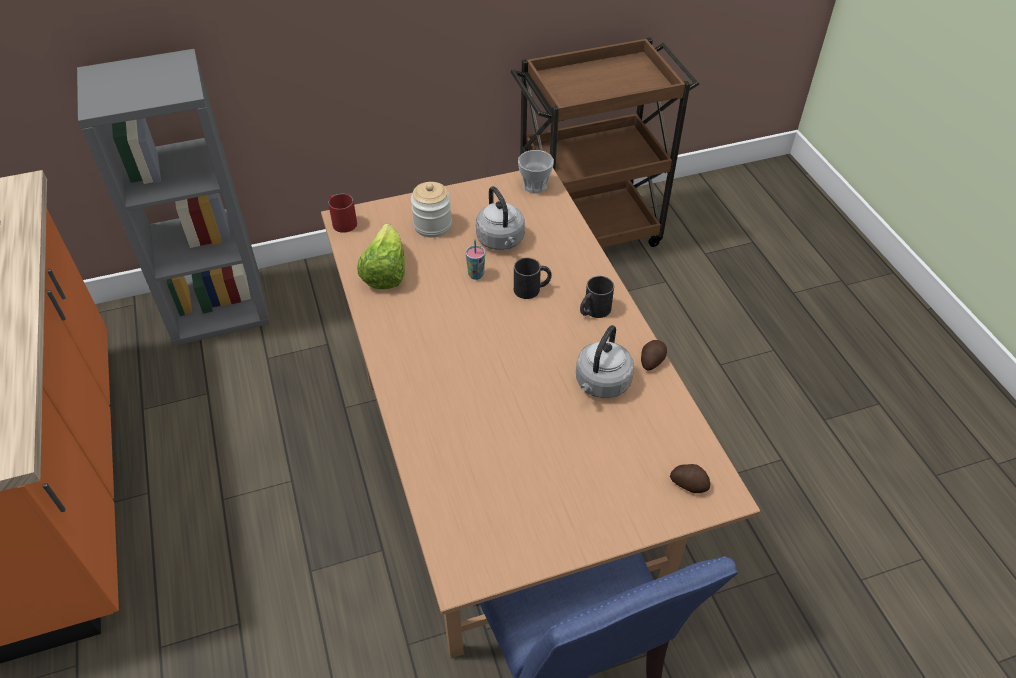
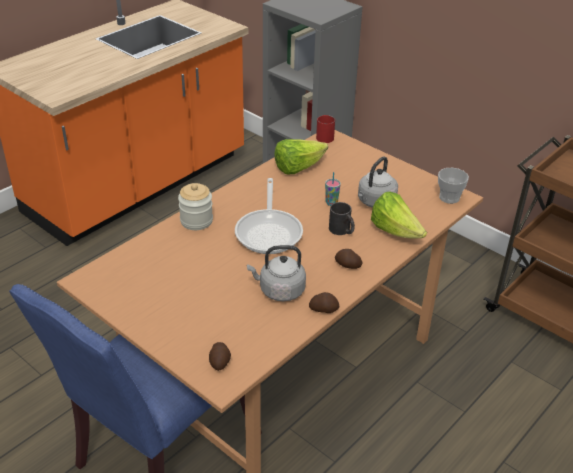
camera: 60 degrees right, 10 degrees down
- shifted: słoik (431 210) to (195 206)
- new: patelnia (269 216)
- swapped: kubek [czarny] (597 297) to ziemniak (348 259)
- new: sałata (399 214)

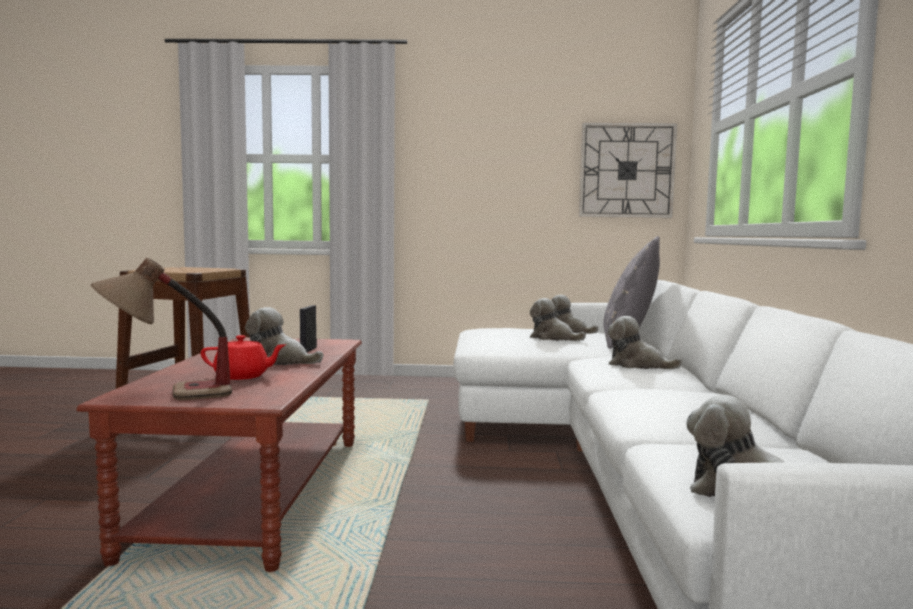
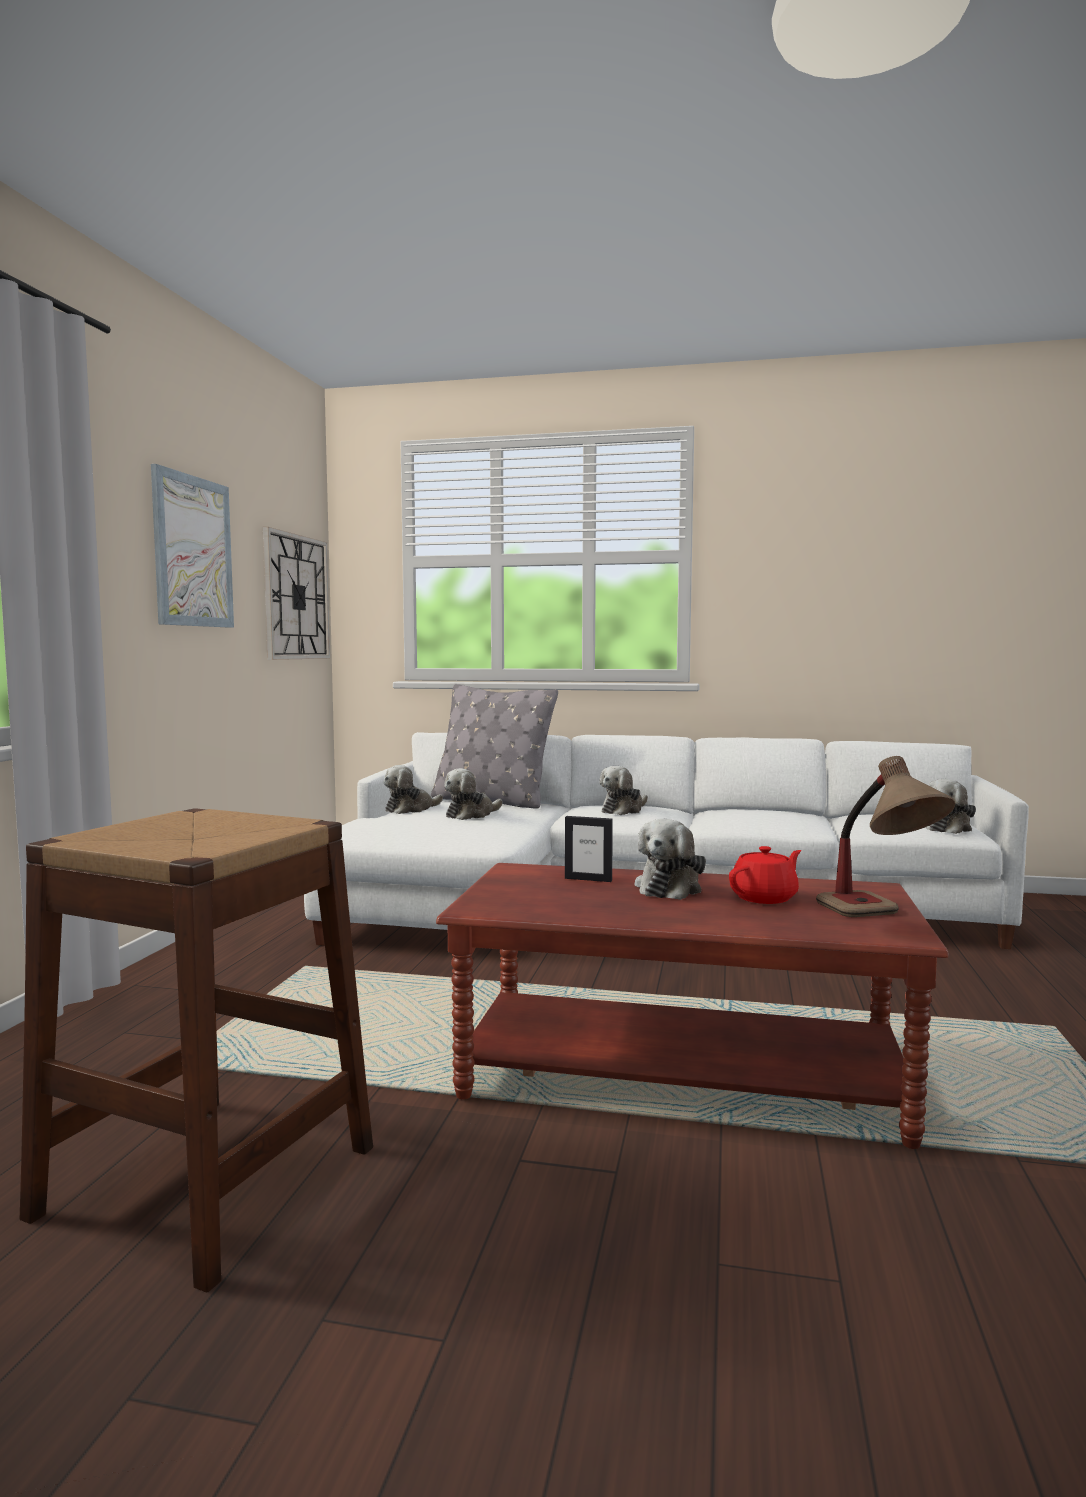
camera: 80 degrees left, 0 degrees up
- new: obraz (192 546)
- rotated: imbryk [czerwony] (243 357) = (765 875) 45 degrees clockwise

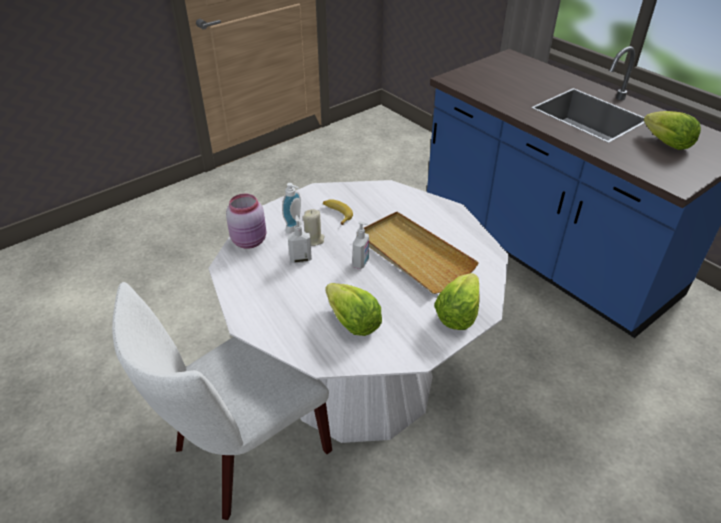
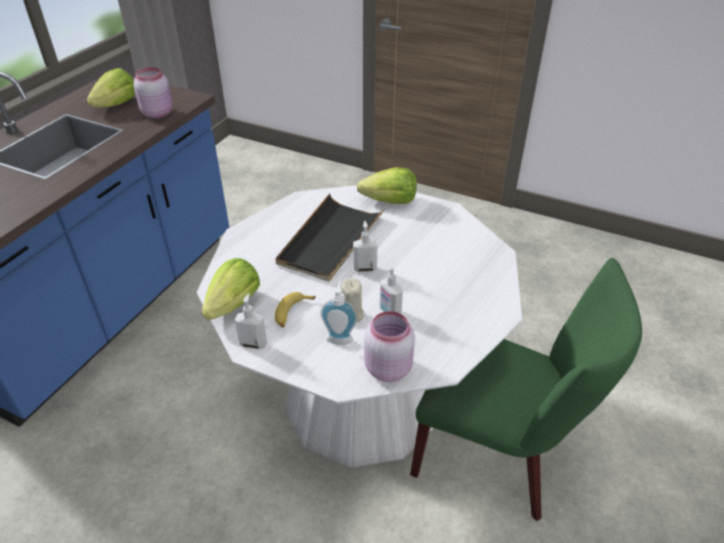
camera: 115 degrees left, 0 degrees up
- new: słoik [różowy] (153 92)
- shifted: sałata (353 309) to (231 289)
- new: dozownik mydła (251 321)
- repainted: taca [beżowy] (421 253) to taca [czarny] (330 238)
- repainted: krzesło [biały] (222 401) to krzesło [zielony] (526 389)

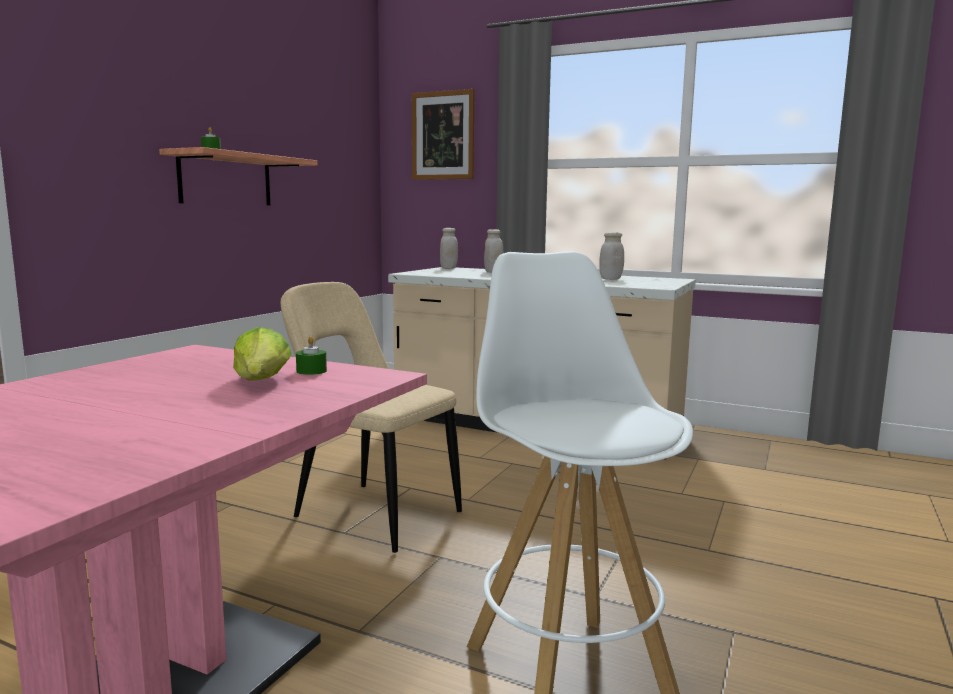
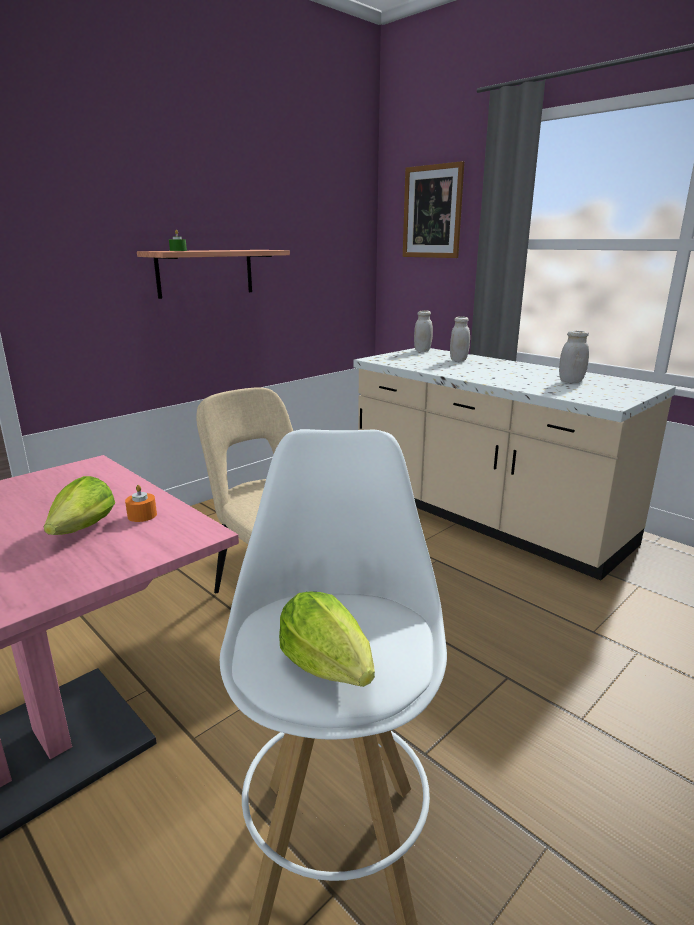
camera: 20 degrees right, 10 degrees up
- repainted: świeca [zielony] (311 355) to świeca [pomarańczowy] (141 503)
- new: sałata (327 639)

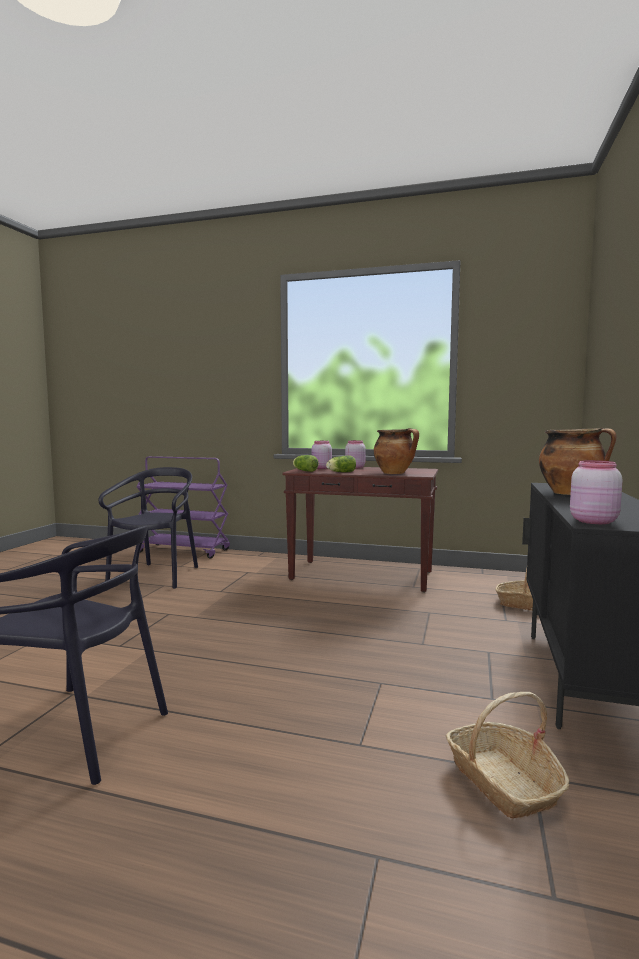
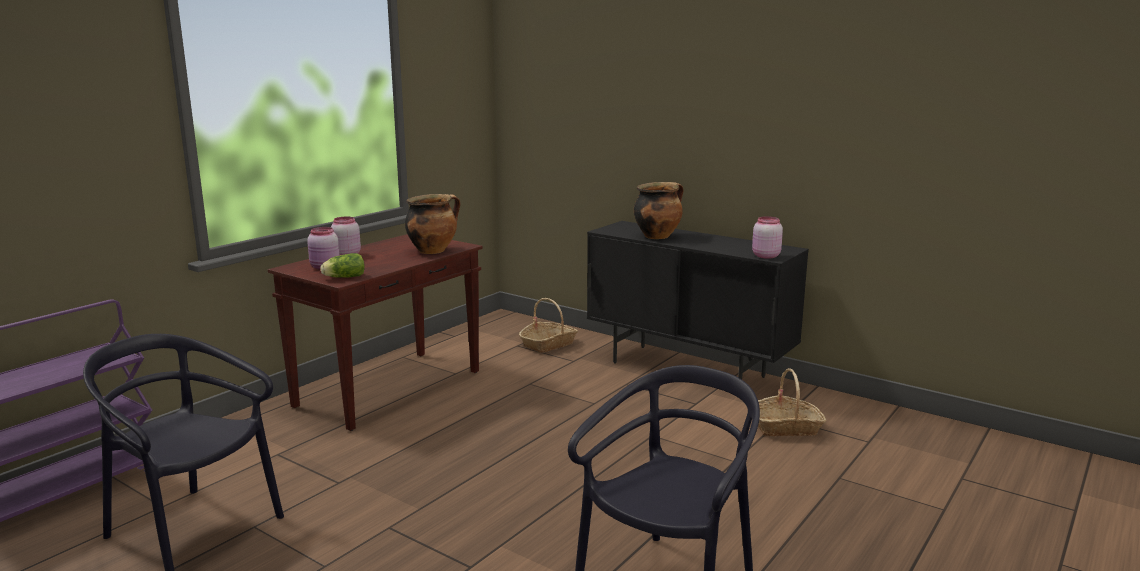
camera: 70 degrees left, 10 degrees up
- gone: sałata (341 464)

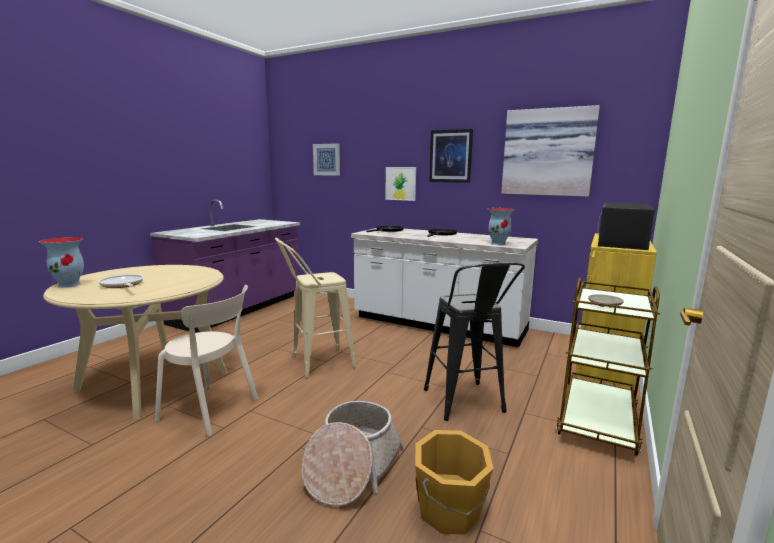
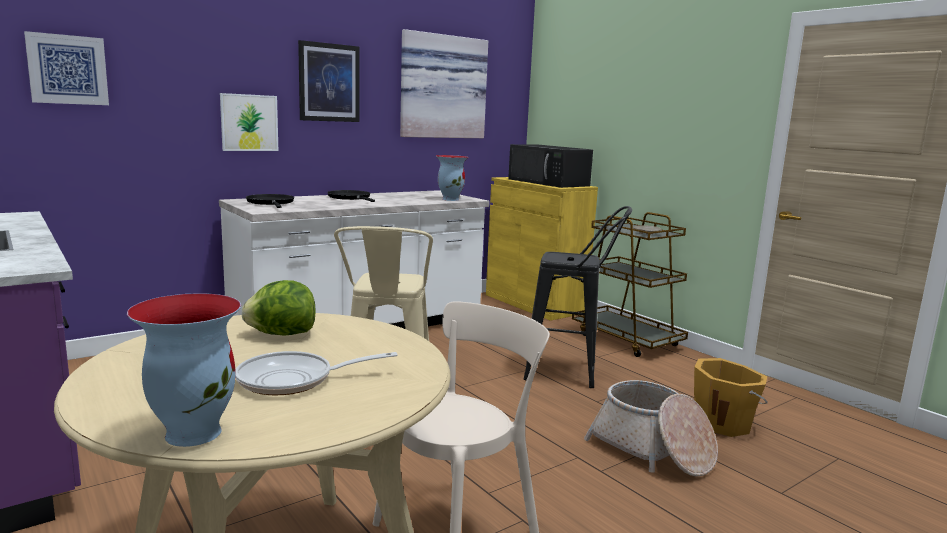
camera: 65 degrees left, 0 degrees up
- new: sałata (278 308)

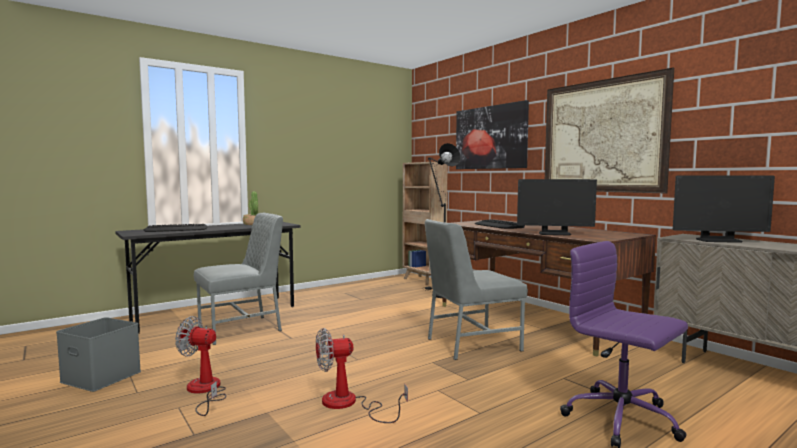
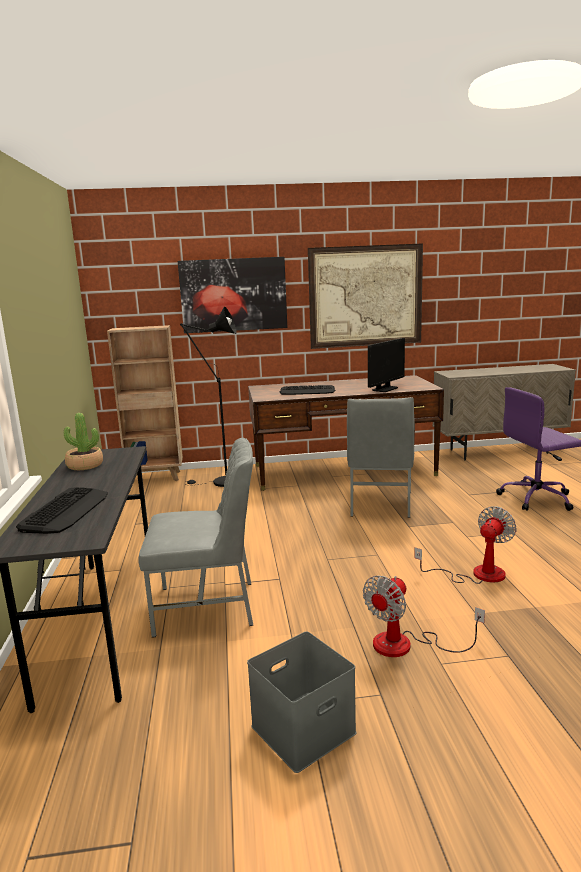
camera: 60 degrees left, 10 degrees up
- rotated: krzesło [szary] (238 279) = (195 538) 90 degrees clockwise
- rotated: wentylator (362 375) = (465 545) 150 degrees counterclockwise
- gone: monitor (724 209)

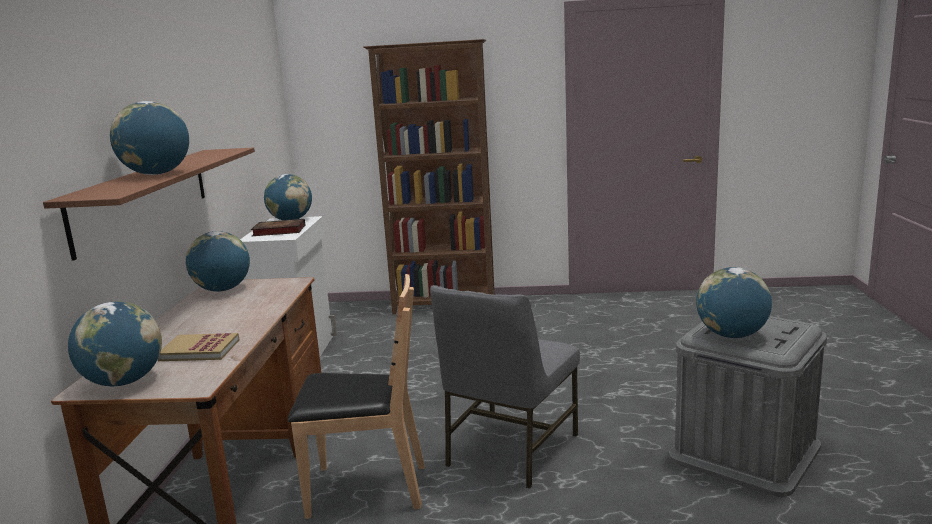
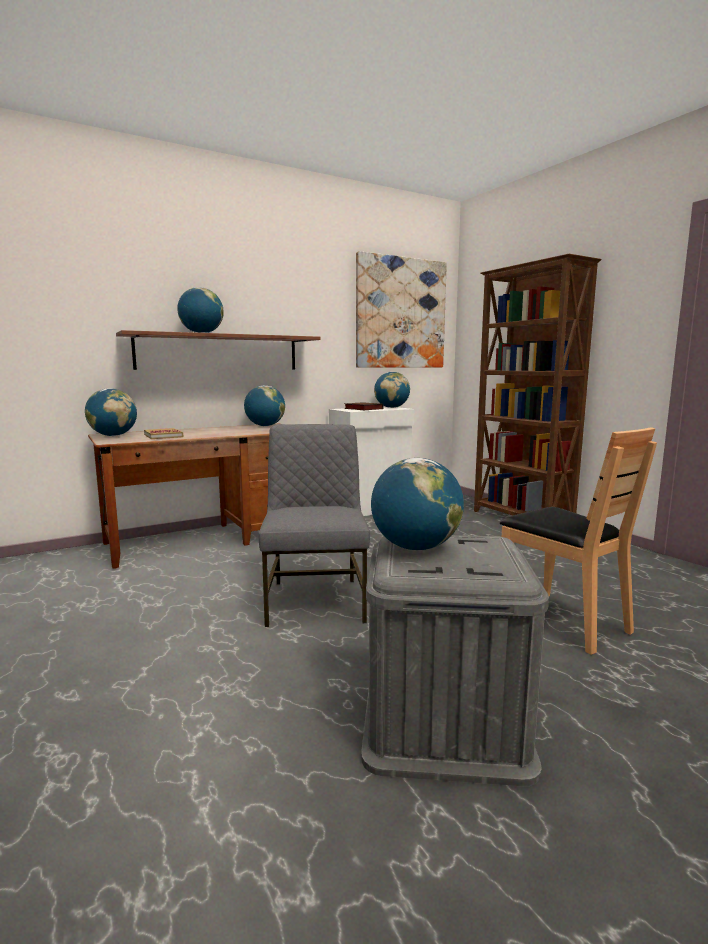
camera: 55 degrees right, 5 degrees down
- rotated: krzesło [szary] (505 387) = (314 525) 90 degrees clockwise
- new: obraz (401 309)
- shifted: krzesło [brązowy] (356 396) to (578 541)

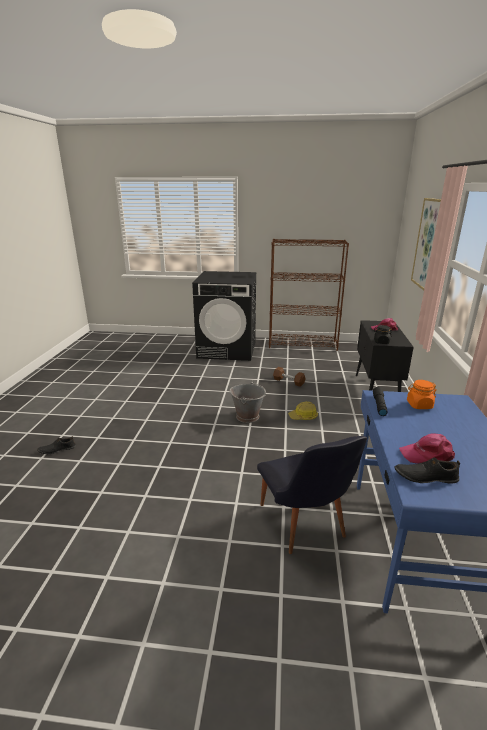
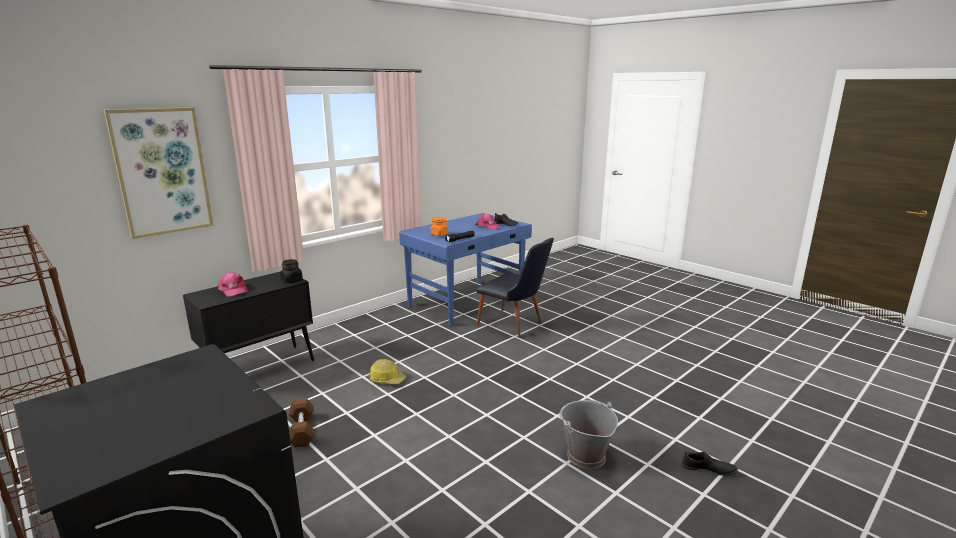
camera: 140 degrees left, 5 degrees down
- rotated: krzesło [czarny] (312 495) = (515 288) 105 degrees clockwise
- shifted: wiadro [szary] (248 402) to (588 434)

